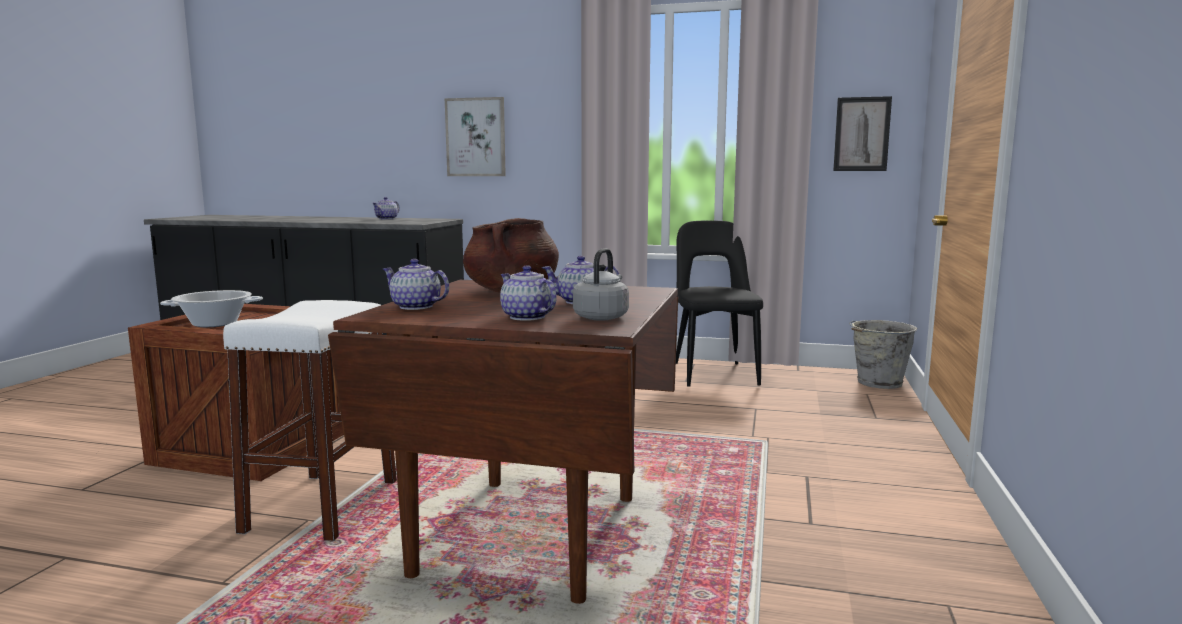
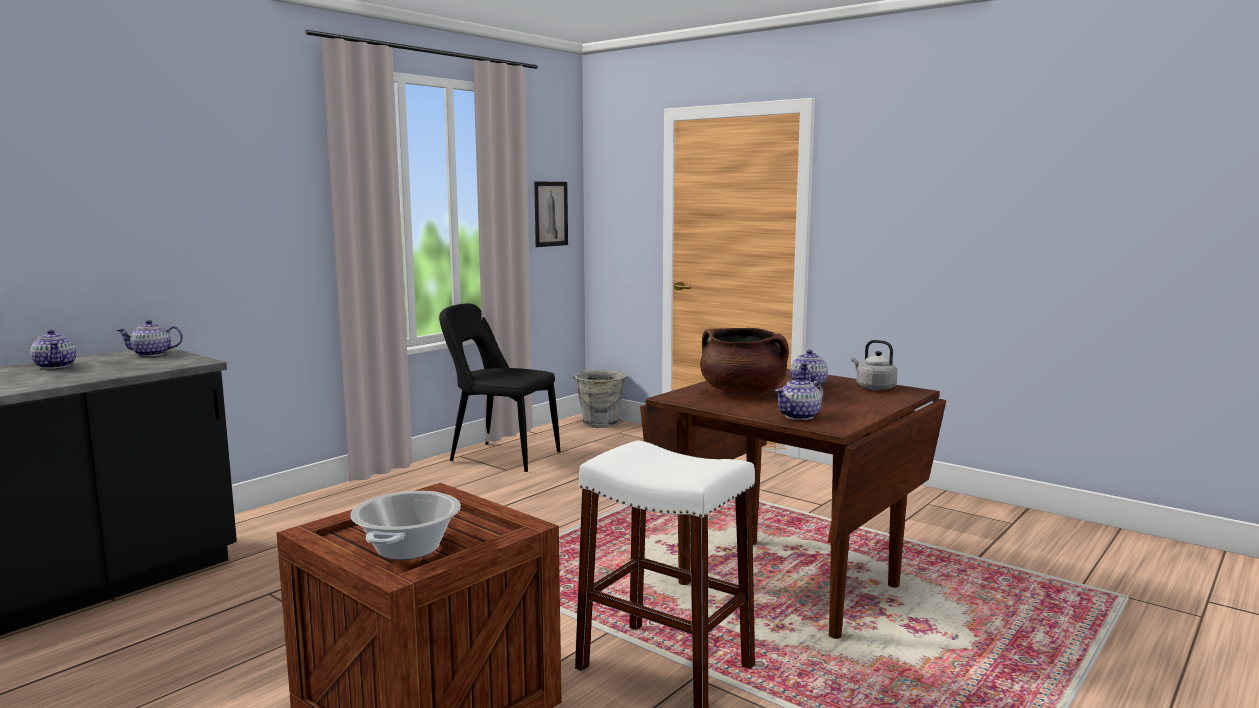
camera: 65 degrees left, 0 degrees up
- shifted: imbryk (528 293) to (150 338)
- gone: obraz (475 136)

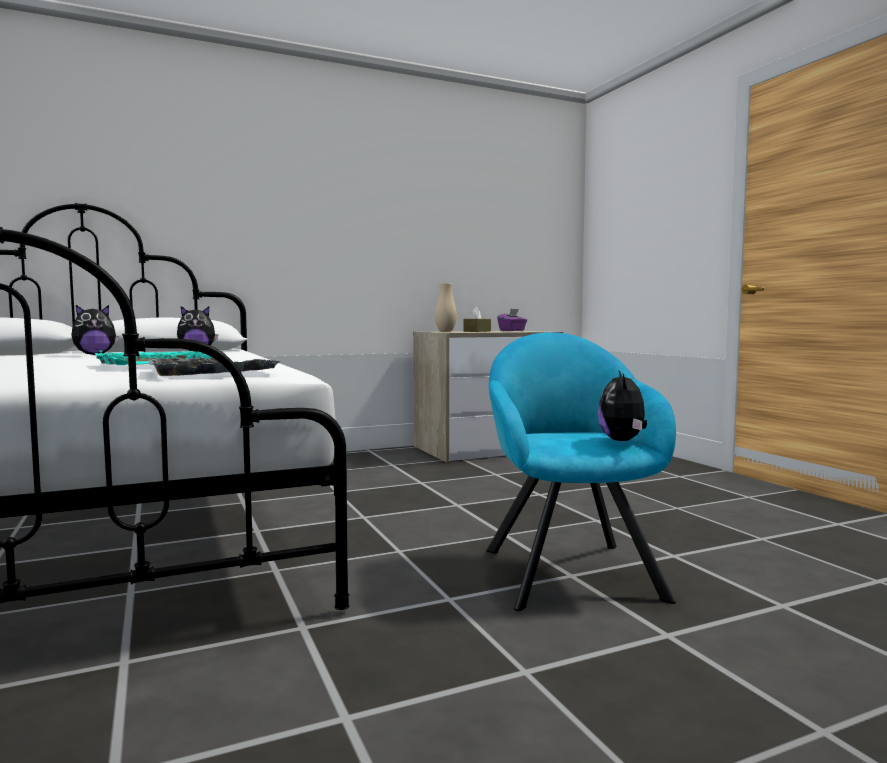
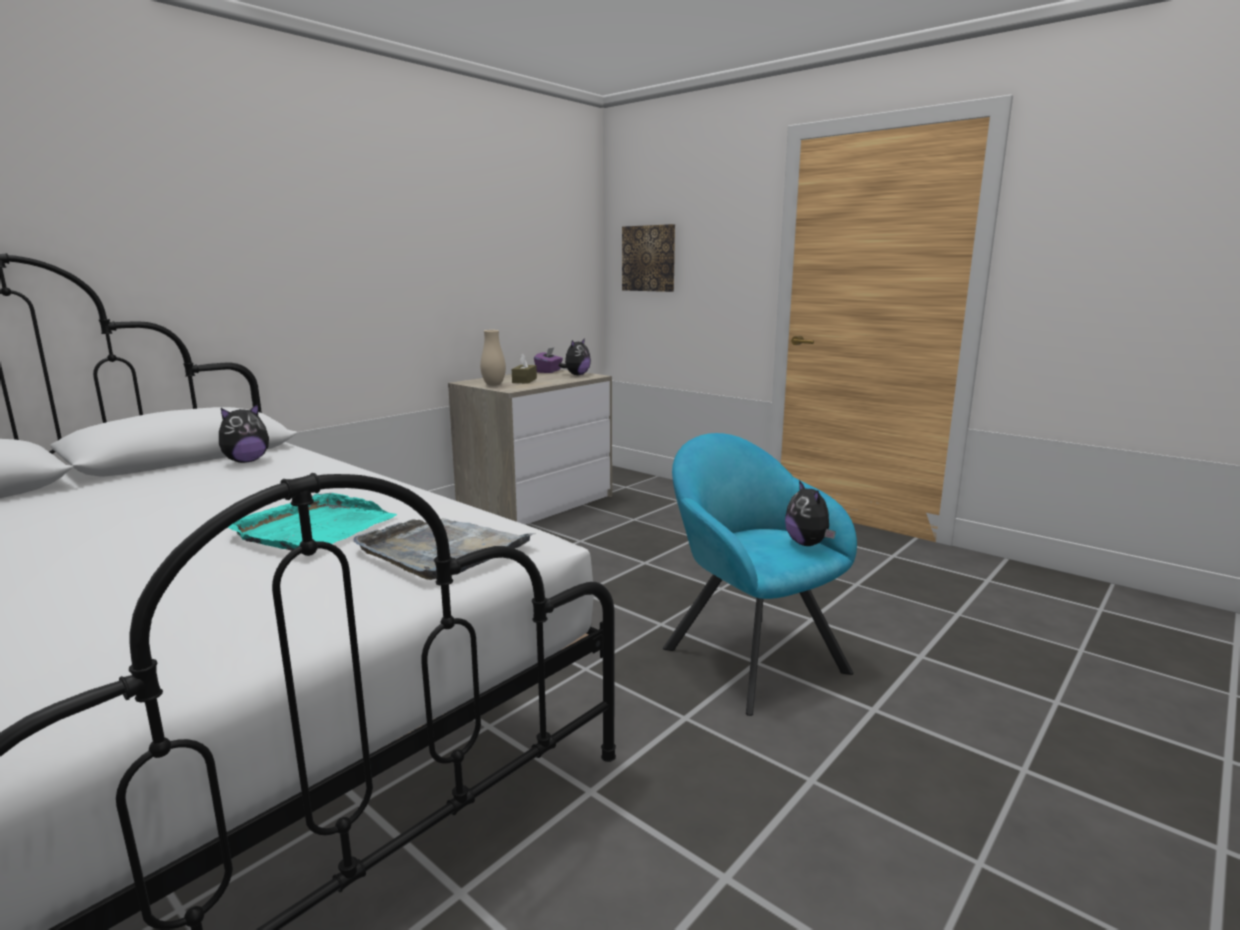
camera: 25 degrees left, 10 degrees up
- shifted: pluszak (94 330) to (574 356)
- new: obraz (648 258)

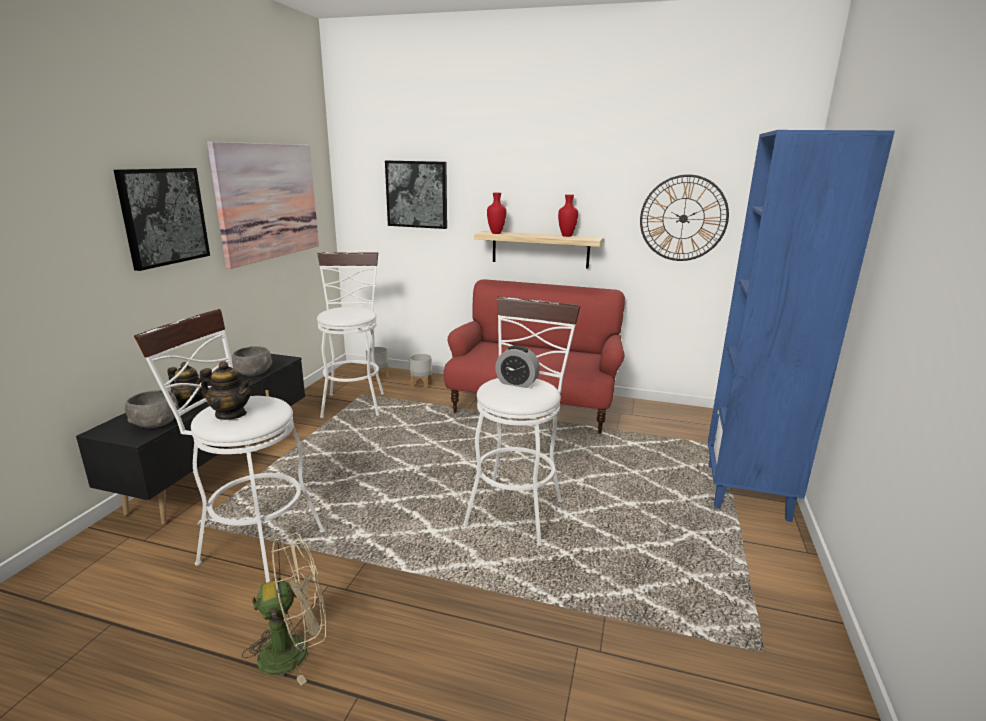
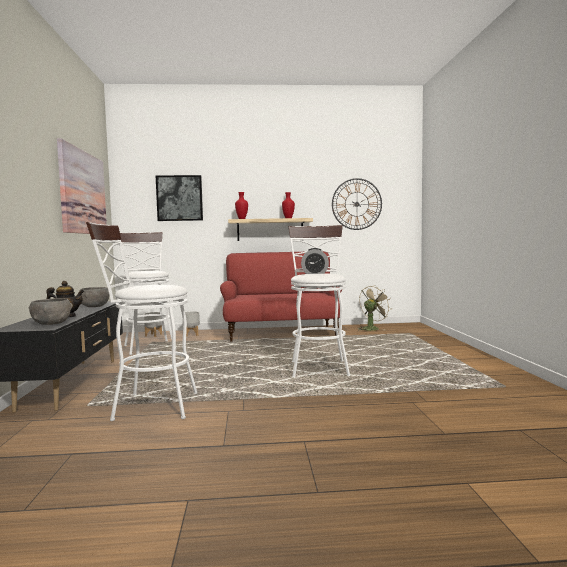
camera: 20 degrees left, 15 degrees down
- shifted: wentylator [beżowy] (284 609) to (374 308)
- gone: obraz (162 219)
- gone: imbryk (226 390)
- gone: regał [niebieski] (801 326)

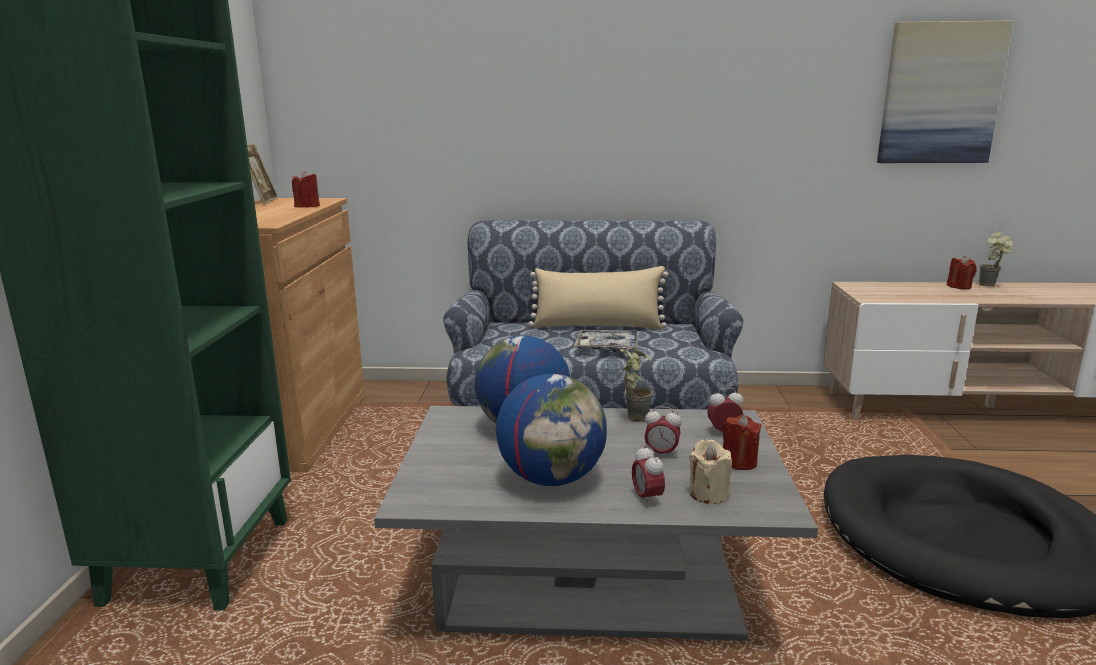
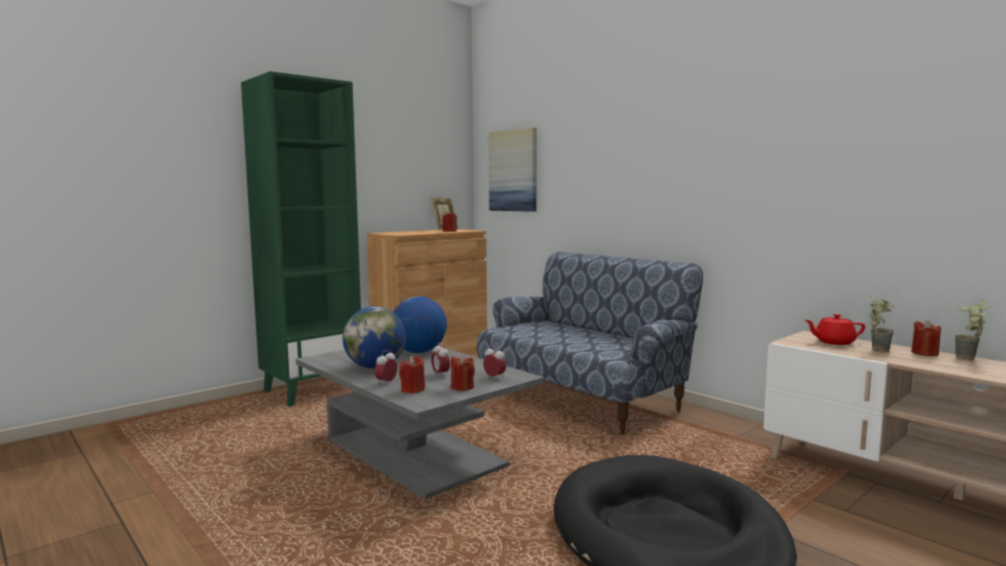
camera: 45 degrees right, 10 degrees down
- repainted: świeca [beżowy] (710 471) to świeca [czerwony] (412 374)
- shifted: obraz (945 91) to (513 169)
- new: imbryk [czerwony] (835 329)
- shifted: roślina doniczkowa (636 384) to (881 324)
- gone: poduszka [beżowy] (598 298)
- gone: taca (607 340)

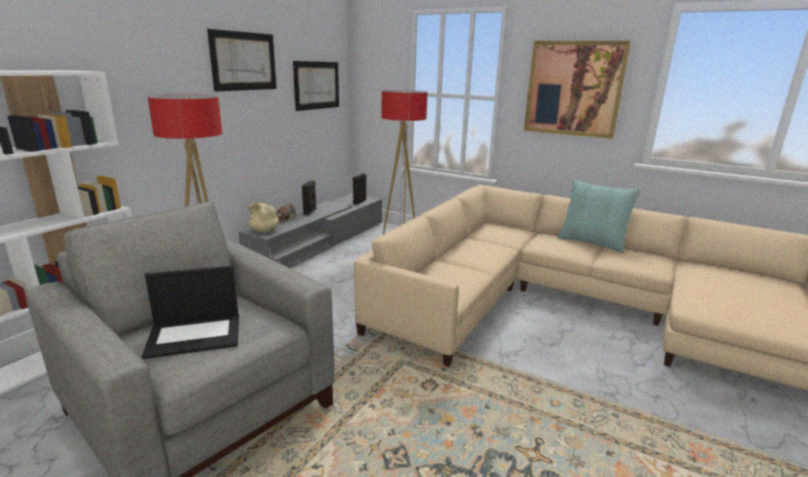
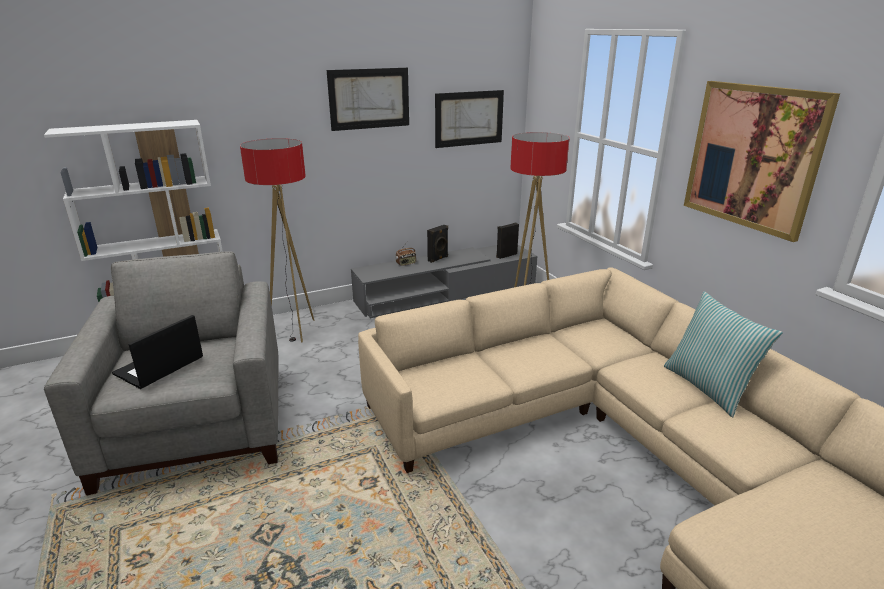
camera: 35 degrees right, 5 degrees up
- rotated: laptop (190 312) = (157 352) 105 degrees clockwise
- gone: imbryk [beżowy] (263 217)

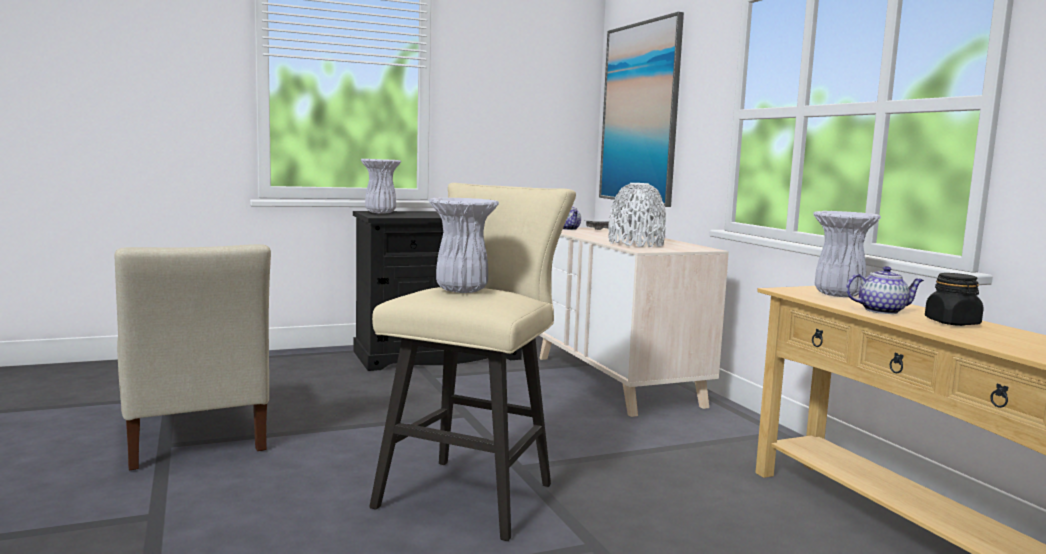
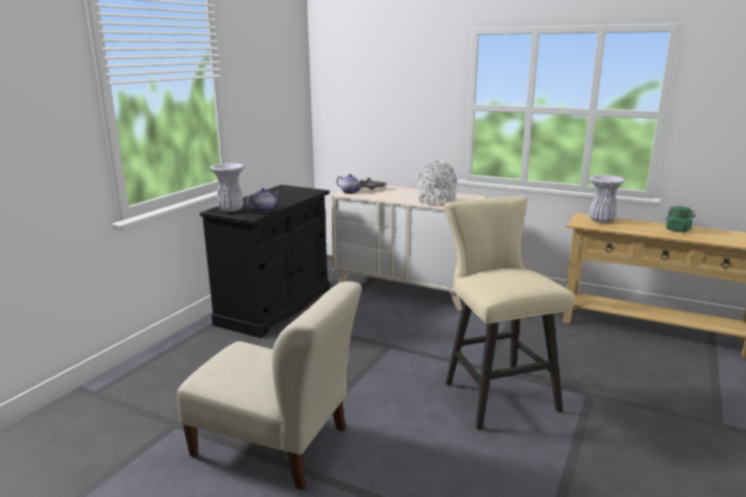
camera: 40 degrees left, 10 degrees up
- shifted: imbryk (885 290) to (263 200)
- repainted: słoik [czarny] (954 299) to słoik [zielony] (681 219)
- gone: wazon [biały] (464 245)
- gone: obraz (641 109)

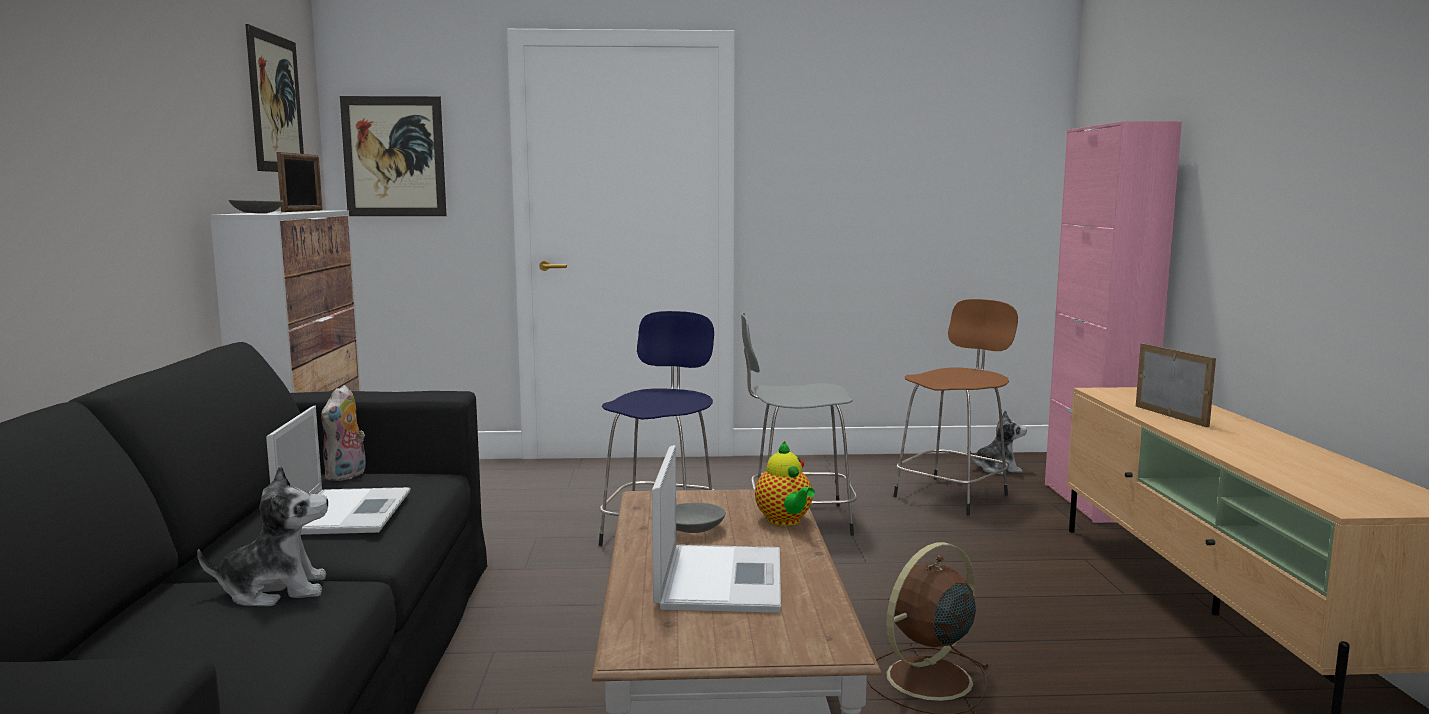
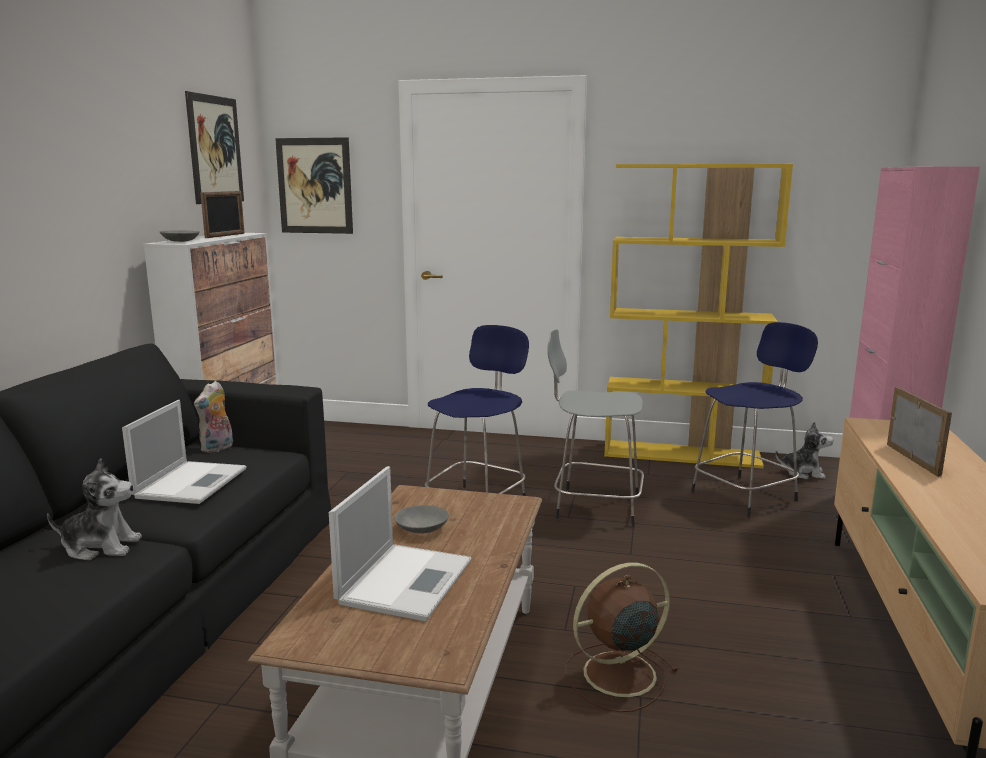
camera: 15 degrees right, 5 degrees up
- new: regał [żółty] (698 316)
- repainted: stołek [brązowy] (955 407) to stołek [niebieski] (754 420)
- gone: imbryk (785 483)

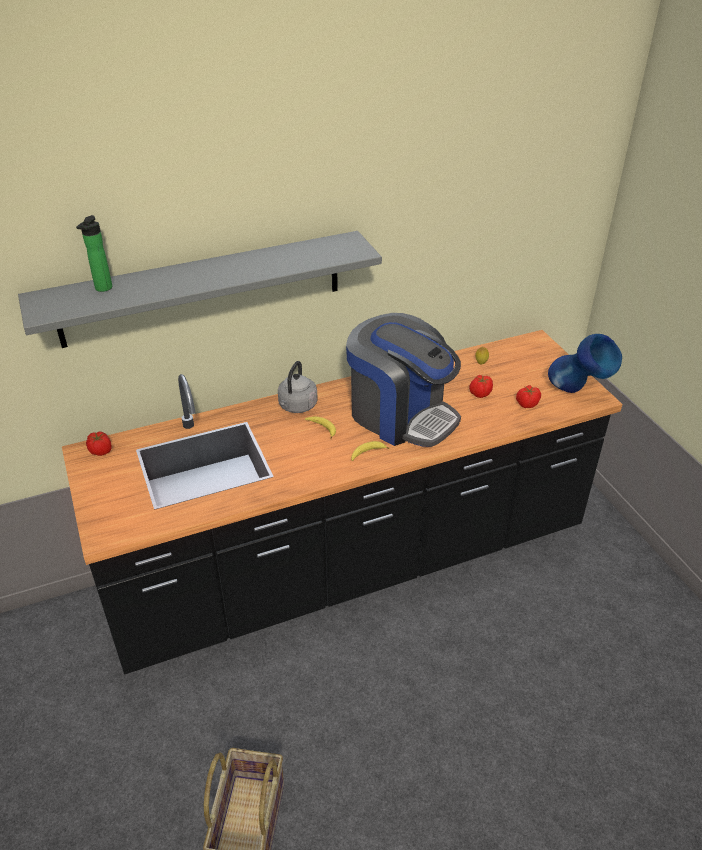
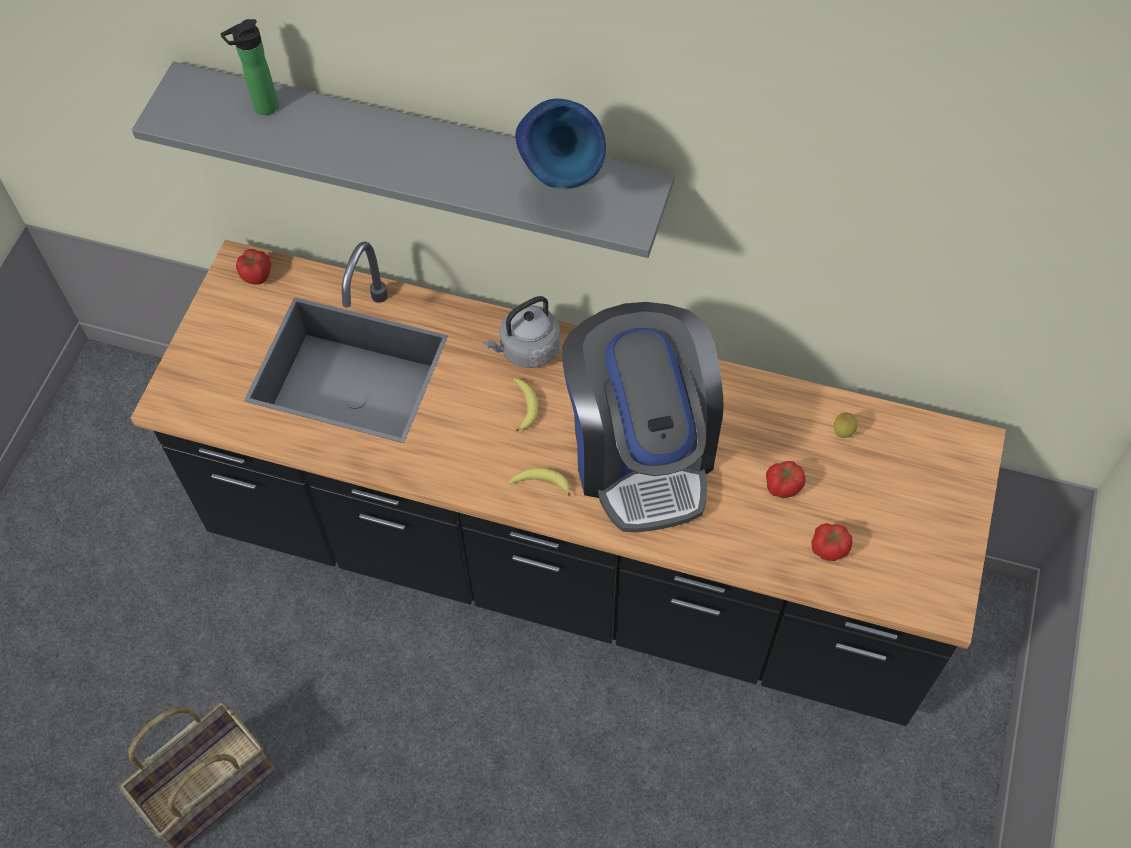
camera: 40 degrees right, 20 degrees up
- shifted: wazon [niebieski] (585 363) to (560 143)

